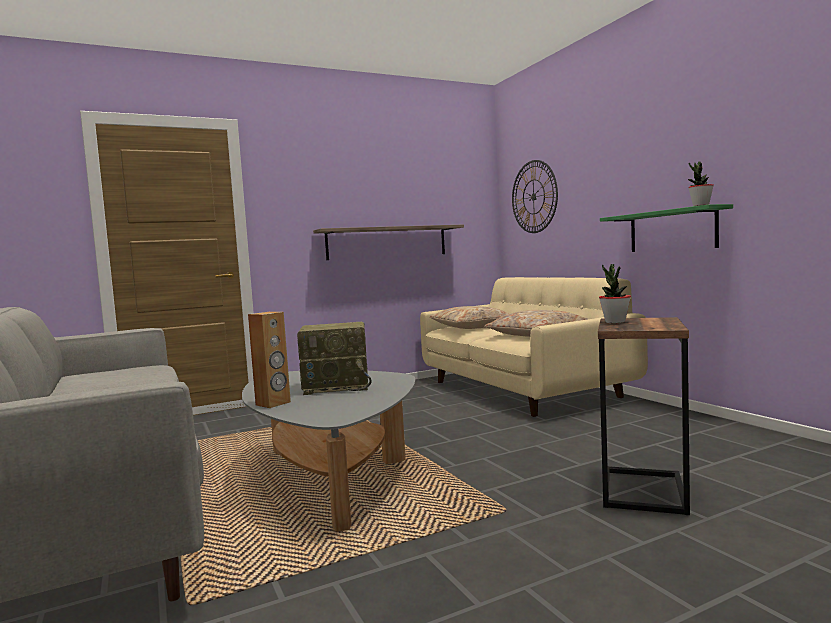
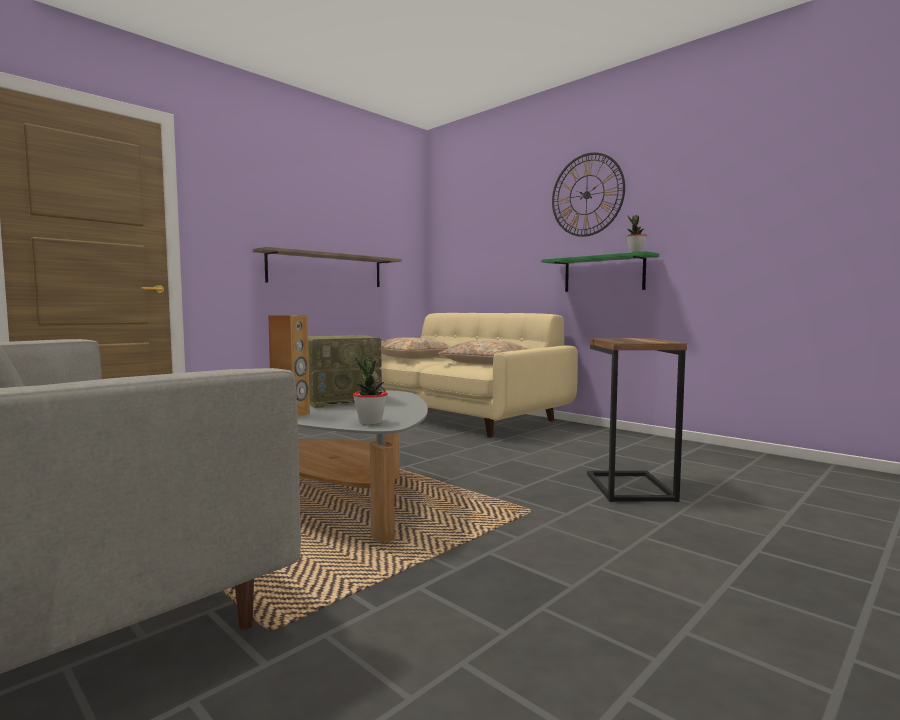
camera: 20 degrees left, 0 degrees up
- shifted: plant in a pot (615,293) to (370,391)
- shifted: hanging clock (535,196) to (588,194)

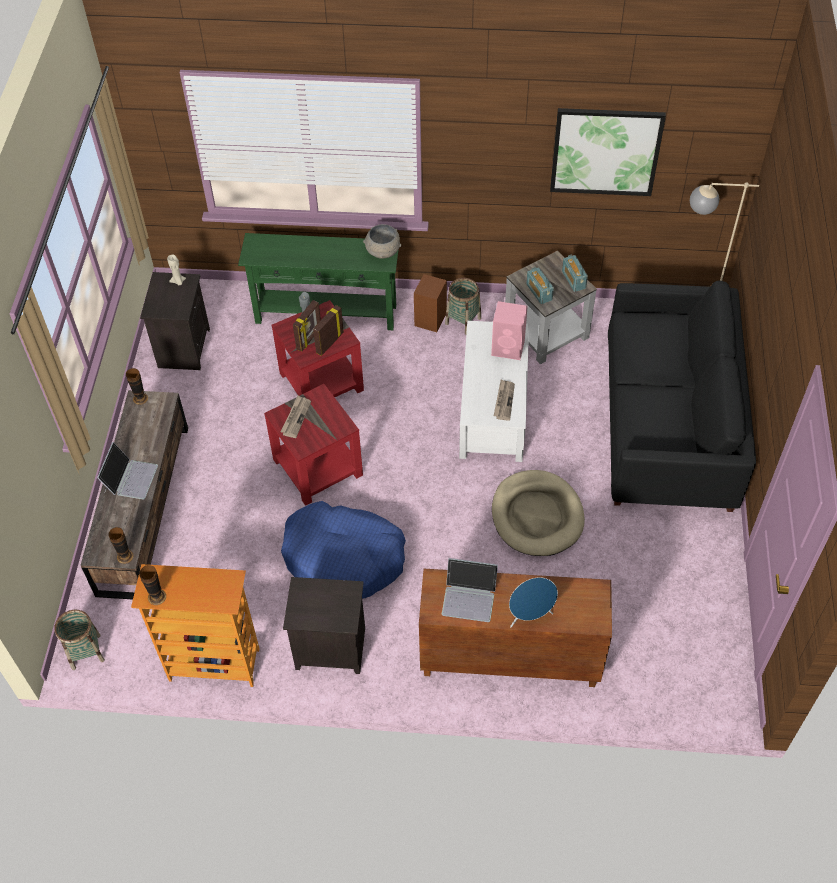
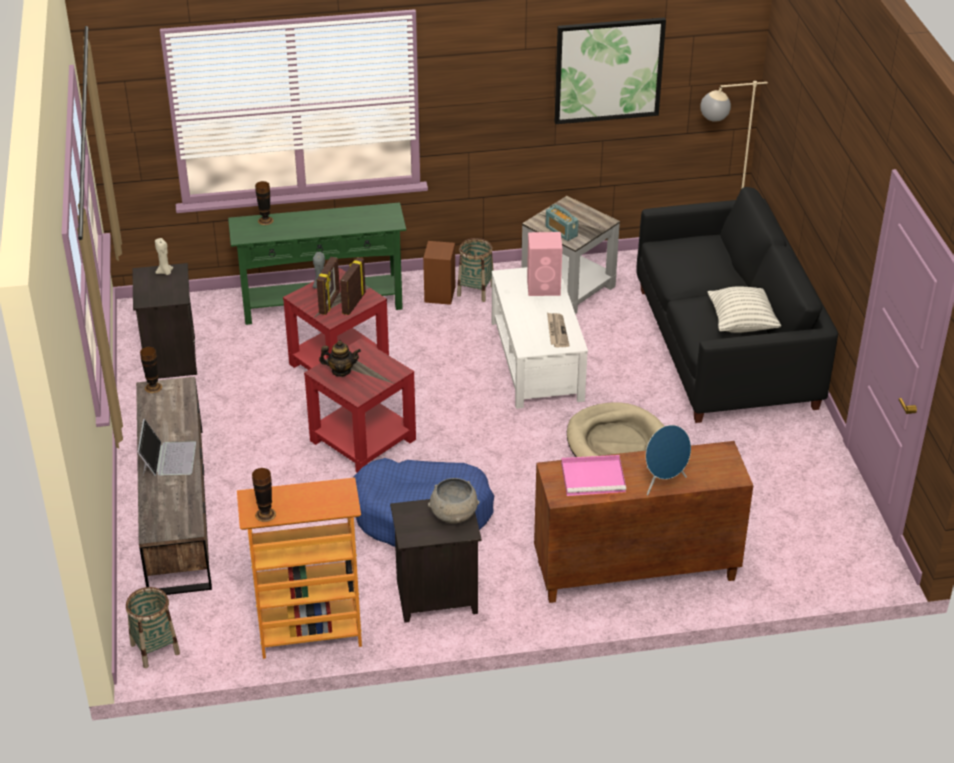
camera: 15 degrees left, 15 degrees down
- shifted: vase (121,545) to (264,203)
- swapped: daily paper (296,416) to teapot (340,359)
- shifted: serving bowl (greyish) (382,241) to (453,501)
- swapped: laptop (470,590) to serving tray (pinkish) (593,475)
- new: pillow (744,309)
- gone: radio receiver (575,273)

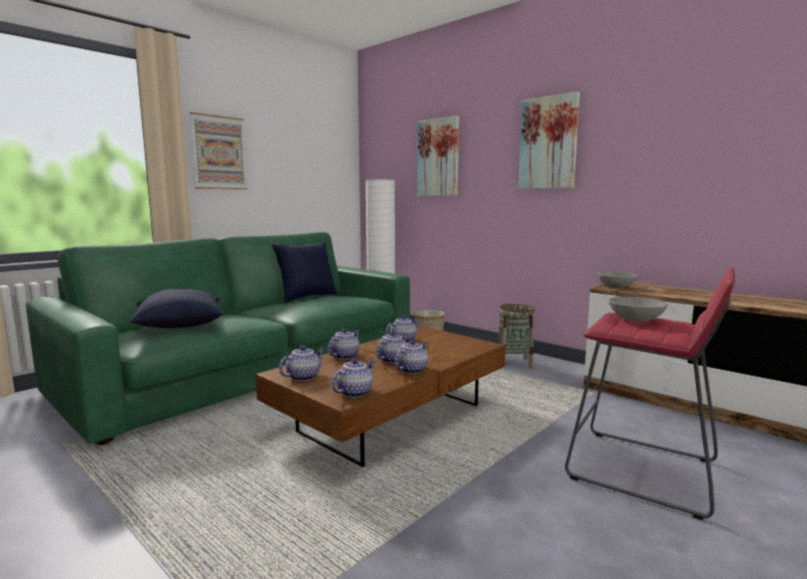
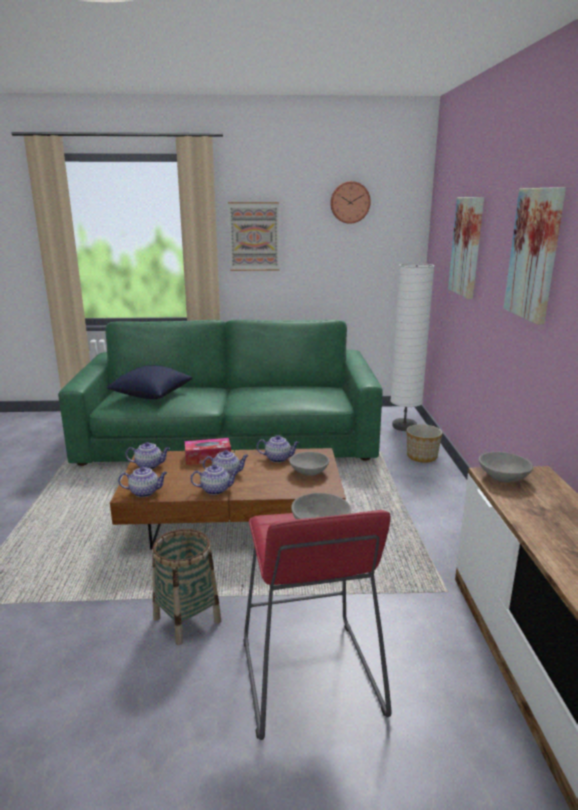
camera: 45 degrees right, 10 degrees up
- shifted: household basket (516,336) to (186,587)
- swapped: teapot (343,344) to tissue box (208,451)
- new: serving bowl (greyish) (309,464)
- new: hanging clock (350,202)
- gone: pillow (blue) (305,272)

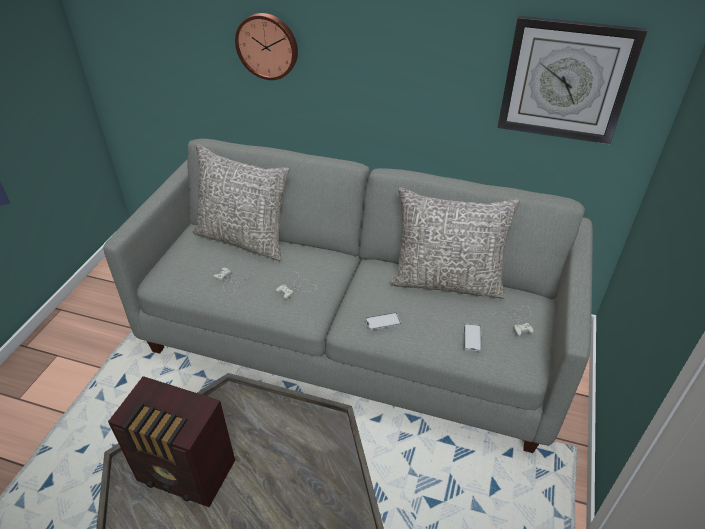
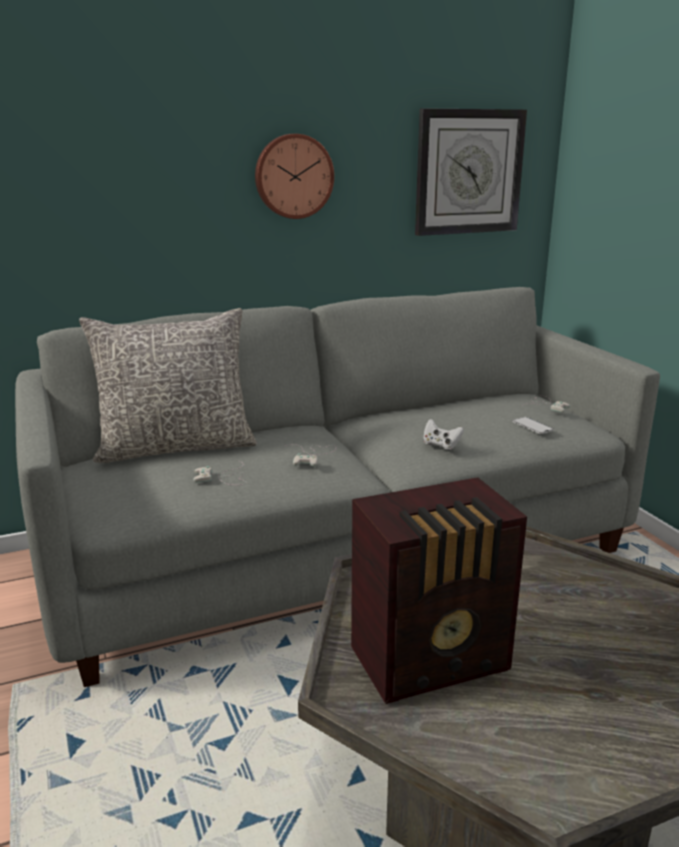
camera: 40 degrees left, 20 degrees down
- shifted: hanging clock (266,46) to (294,176)
- swapped: handset (383,321) to gamepad (white) (443,434)
- gone: pillow (greyish) (454,243)

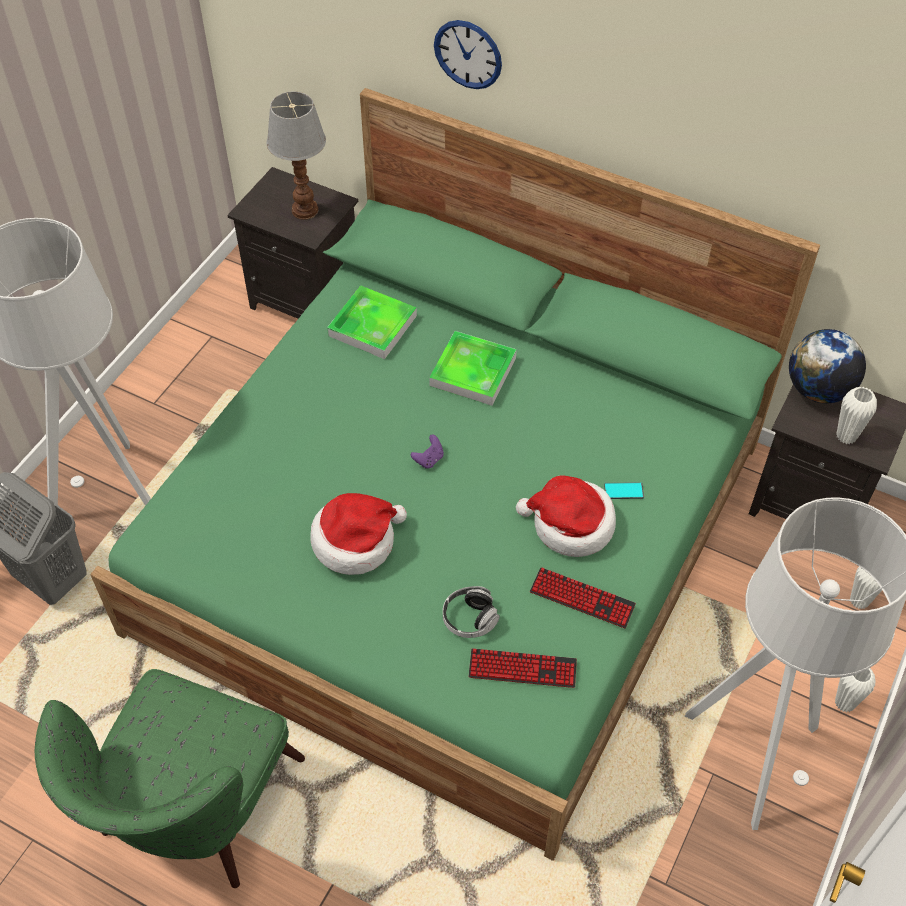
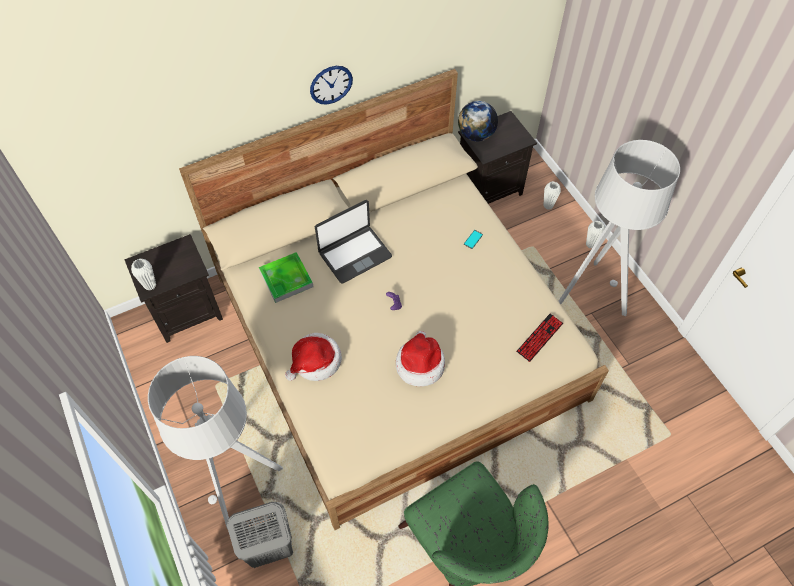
camera: 55 degrees left, 5 degrees up
- shifted: vase (white) (856,415) to (143,274)
- repainted: bed (green-coloured) (455,474) to bed (beige-coloured) (394,299)
- shifted: clothing hat (566,516) to (313,357)
- shifted: hanging clock (468,54) to (331,85)
- swapped: serving tray (473,368) to laptop (353,242)
- gone: table lamp (296,155)
- gone: headset (471,612)
- gone: computer keyboard (583,597)

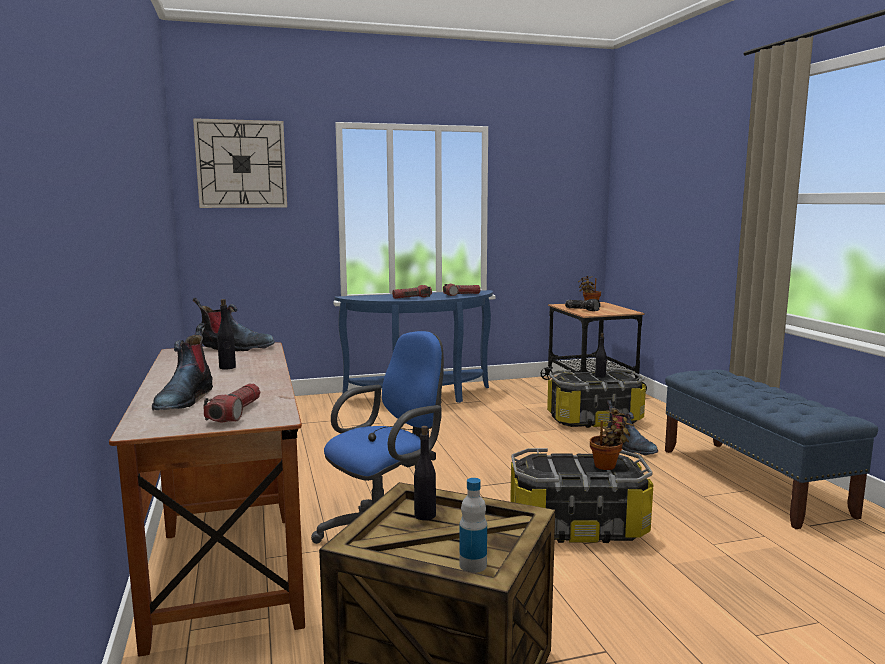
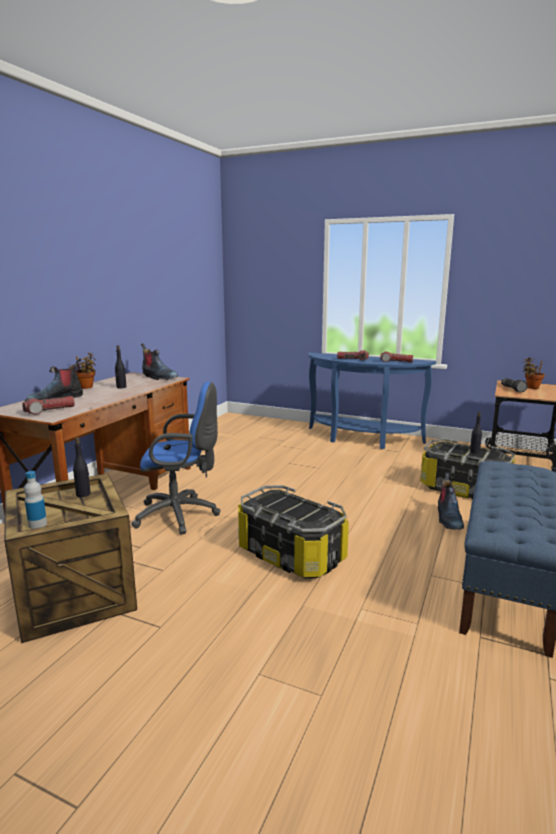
camera: 40 degrees right, 5 degrees up
- shifted: plant in a pot (611,440) to (86,371)
- gone: hanging clock (240,163)

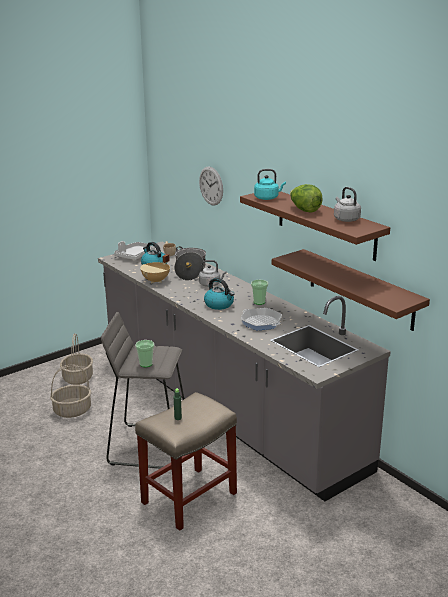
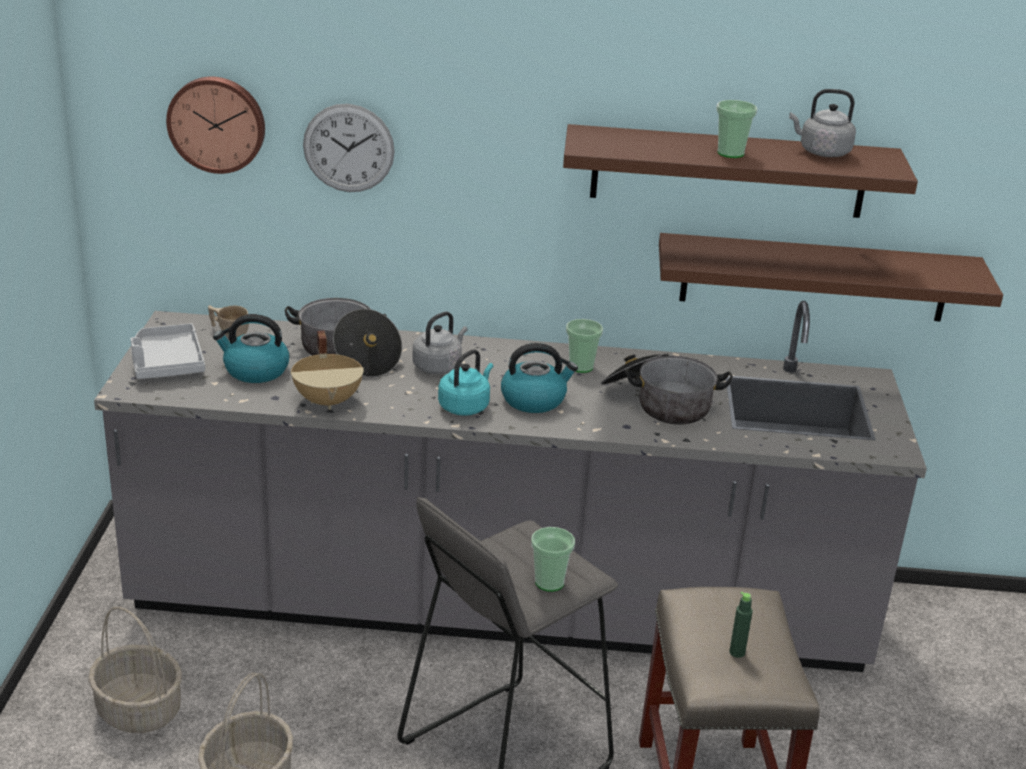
camera: 50 degrees left, 5 degrees up
- new: hanging clock (215,125)
- shifted: tea kettle (turquoise) (270,184) to (465,382)
- swapped: pan (261,319) to stockpot (667,389)
- swapped: head of lettuce (306,198) to drinking cup (737,129)

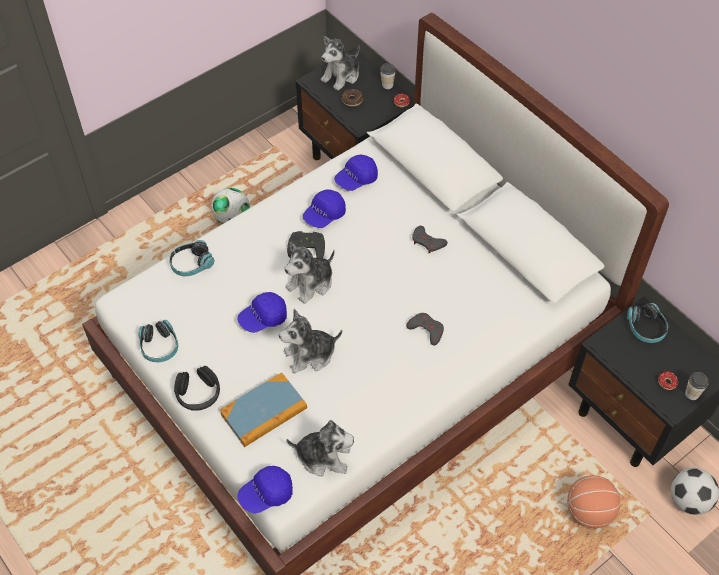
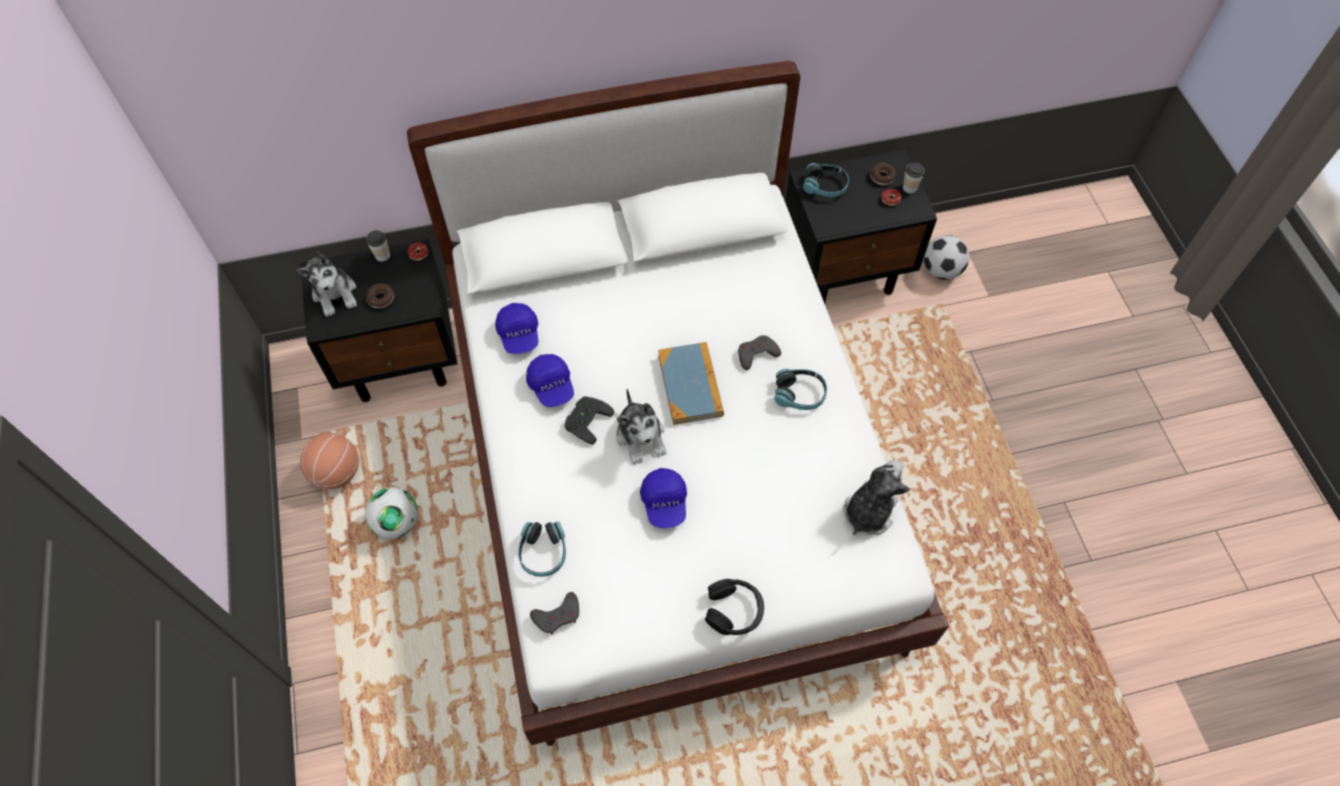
camera: 65 degrees left, 5 degrees up
- shifted: basketball ball (593,501) to (329,461)
- shifted: gamepad (greyish) (430,239) to (554,613)
- shifted: bound book (263,409) to (691,383)
- shifted: headset (158,341) to (800,389)
- new: donut (883,174)
- gone: cap (blue) (265,490)
- gone: plush toy (310,341)

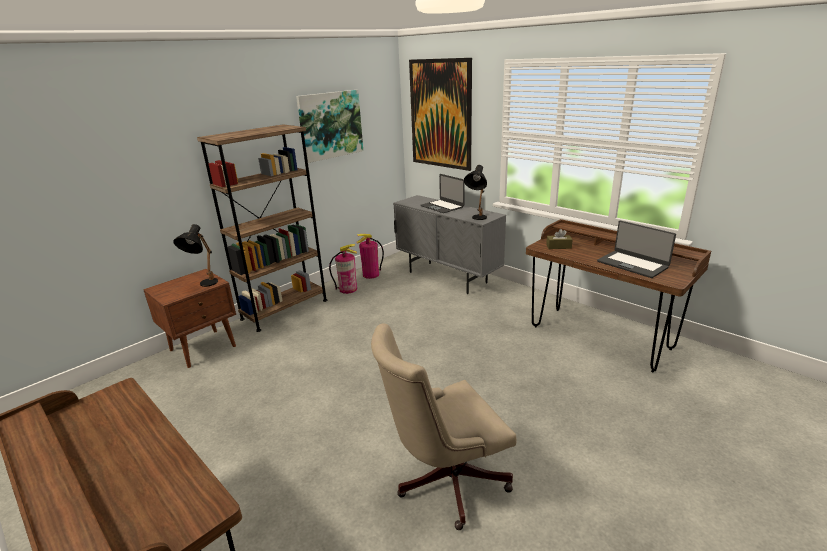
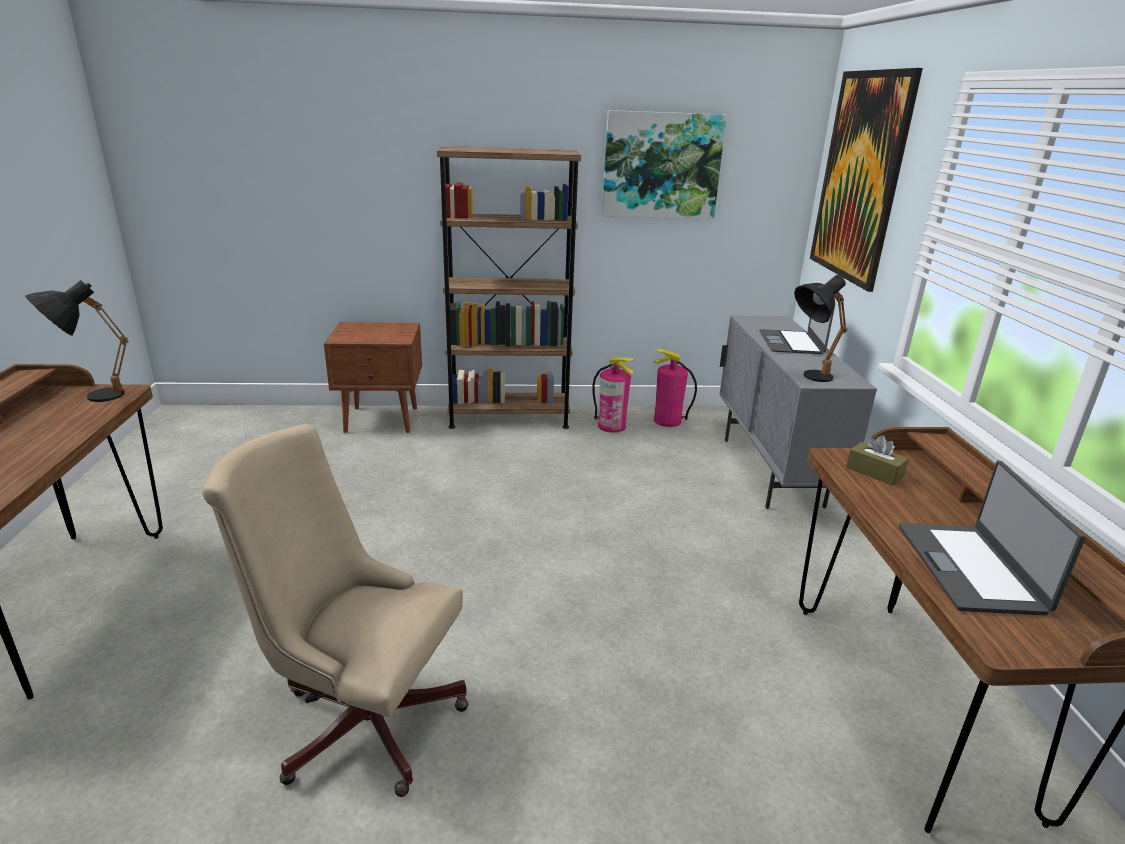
camera: 40 degrees right, 0 degrees up
- shifted: table lamp (blackish) (195,255) to (77,341)

